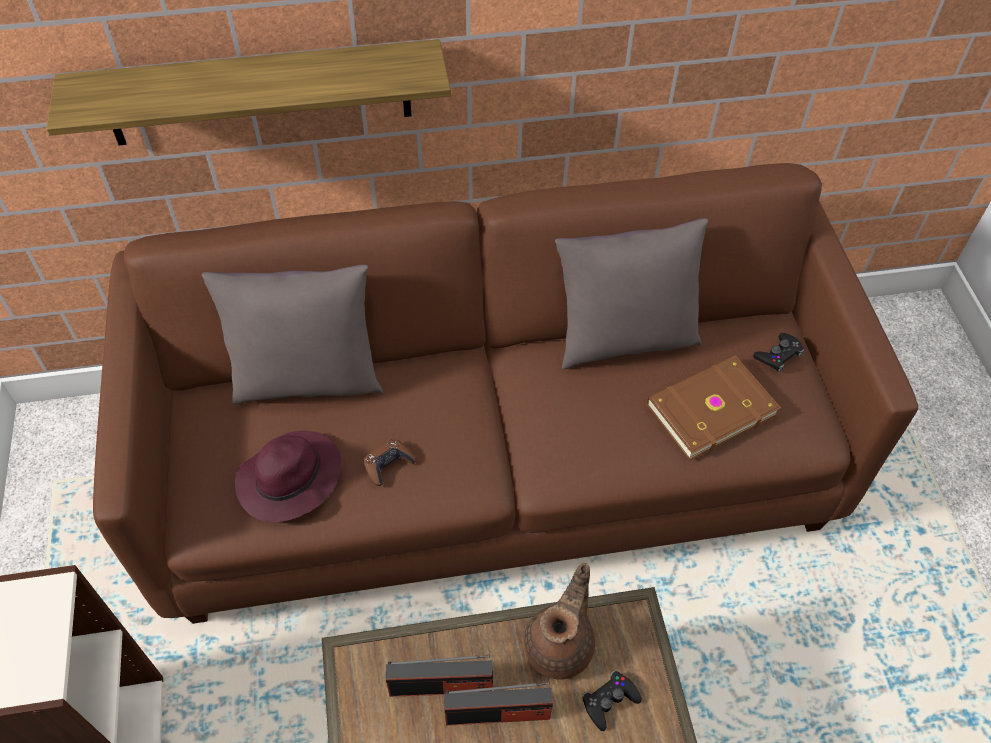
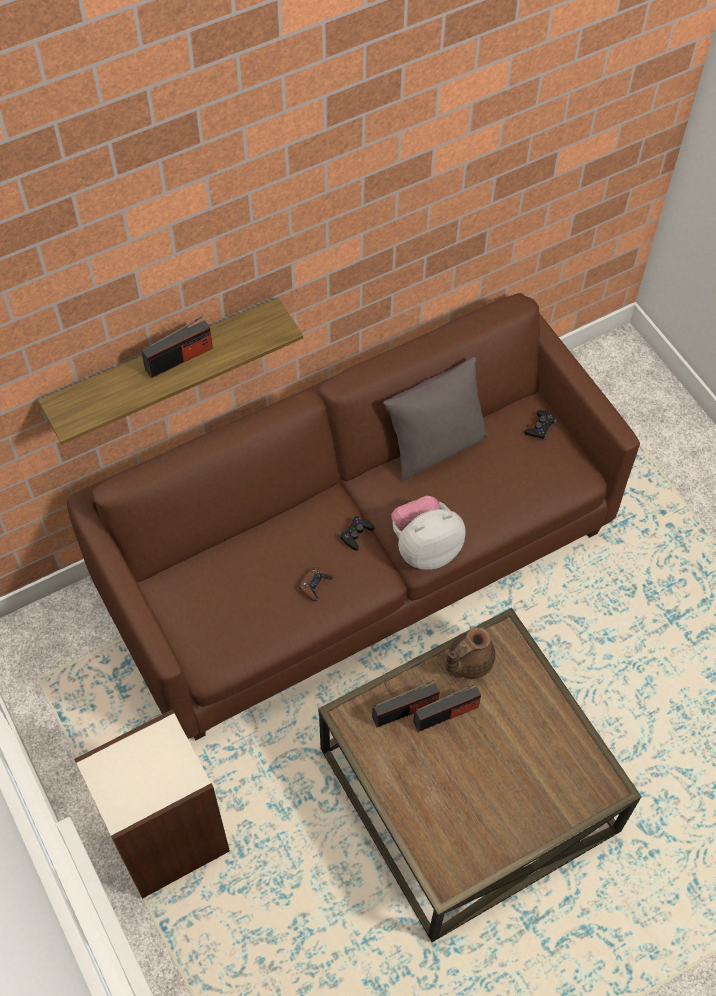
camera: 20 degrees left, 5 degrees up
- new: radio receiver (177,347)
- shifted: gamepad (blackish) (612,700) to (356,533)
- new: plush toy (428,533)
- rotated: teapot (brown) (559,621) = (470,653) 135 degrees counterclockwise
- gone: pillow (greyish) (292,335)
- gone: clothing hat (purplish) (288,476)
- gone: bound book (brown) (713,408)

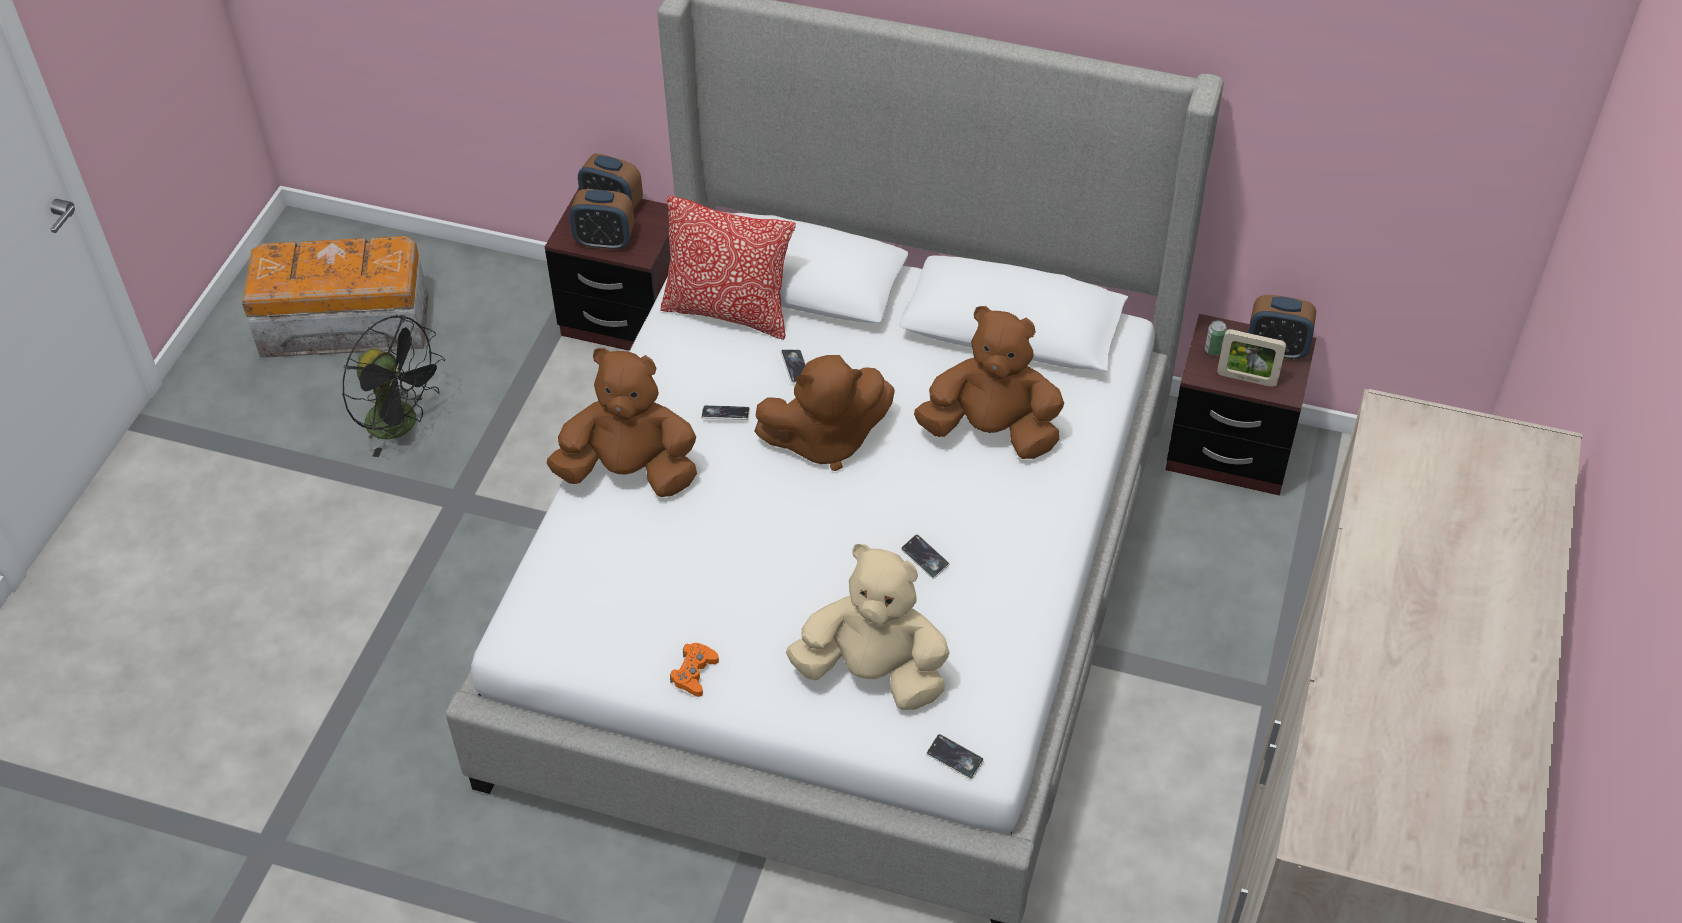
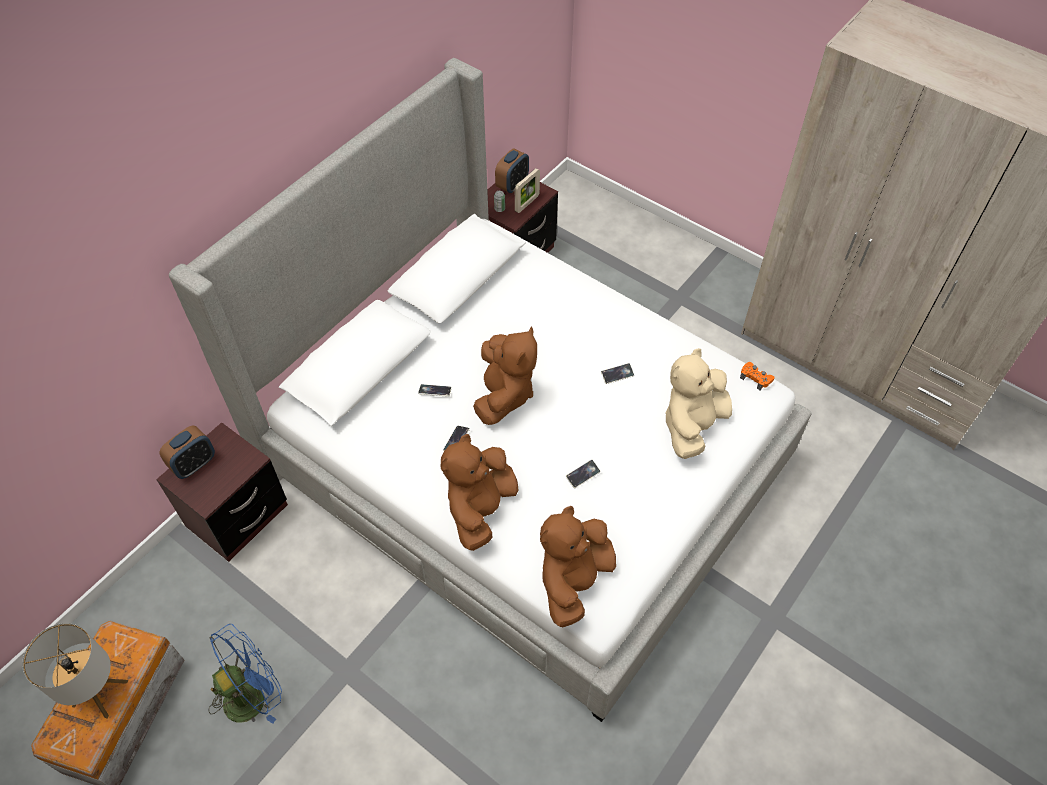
camera: 70 degrees left, 5 degrees up
- new: table lamp (75,671)
- repainted: fan (blackish) (394,386) to fan (blue) (245,674)
- shifted: plush toy (brown) (989,382) to (578,566)
- shifted: handset (955,756) to (583,473)
- shifted: gamepad (orange-coloured) (694,670) to (757,376)
- gone: alarm clock (601,219)
- gone: pillow (728,267)

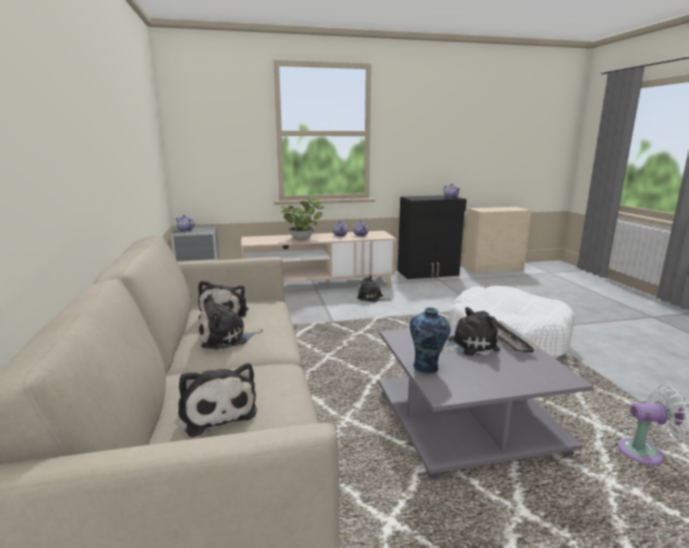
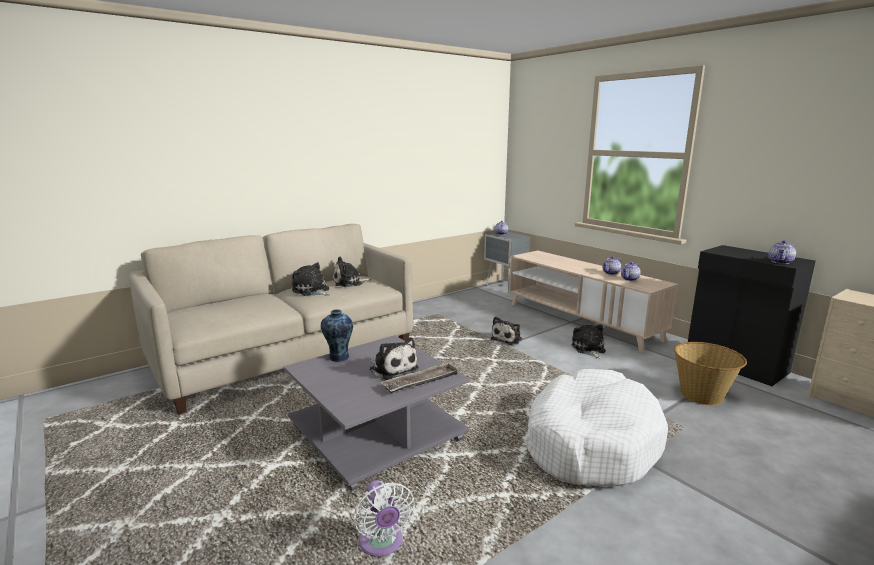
camera: 65 degrees right, 0 degrees up
- shifted: plush toy (217,400) to (506,331)
- new: household basket (710,373)
- gone: plant in a pot (302,218)

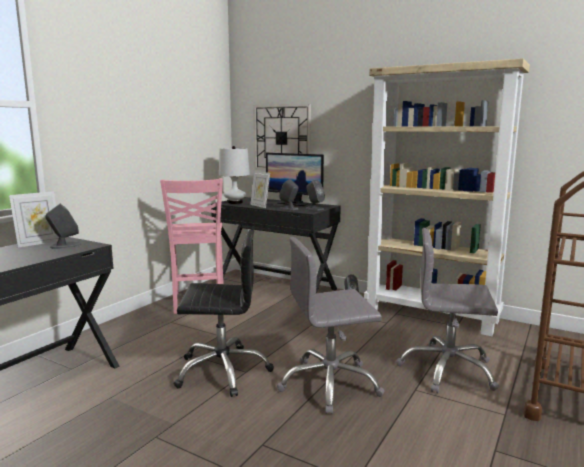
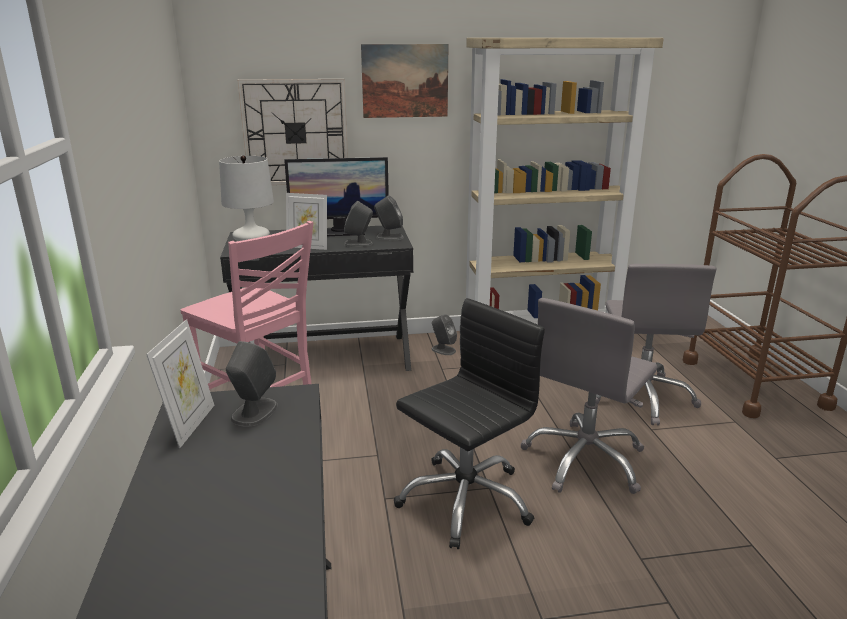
camera: 40 degrees left, 10 degrees up
- new: wall picture (405,81)
- rotated: computer chair (greyish) (447,310) = (656,345) 60 degrees counterclockwise

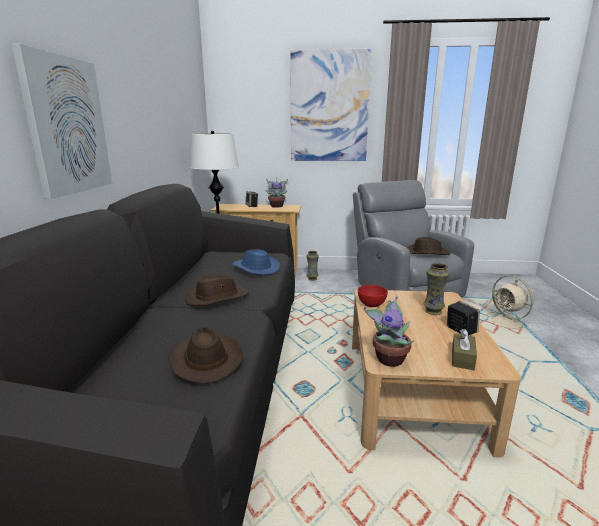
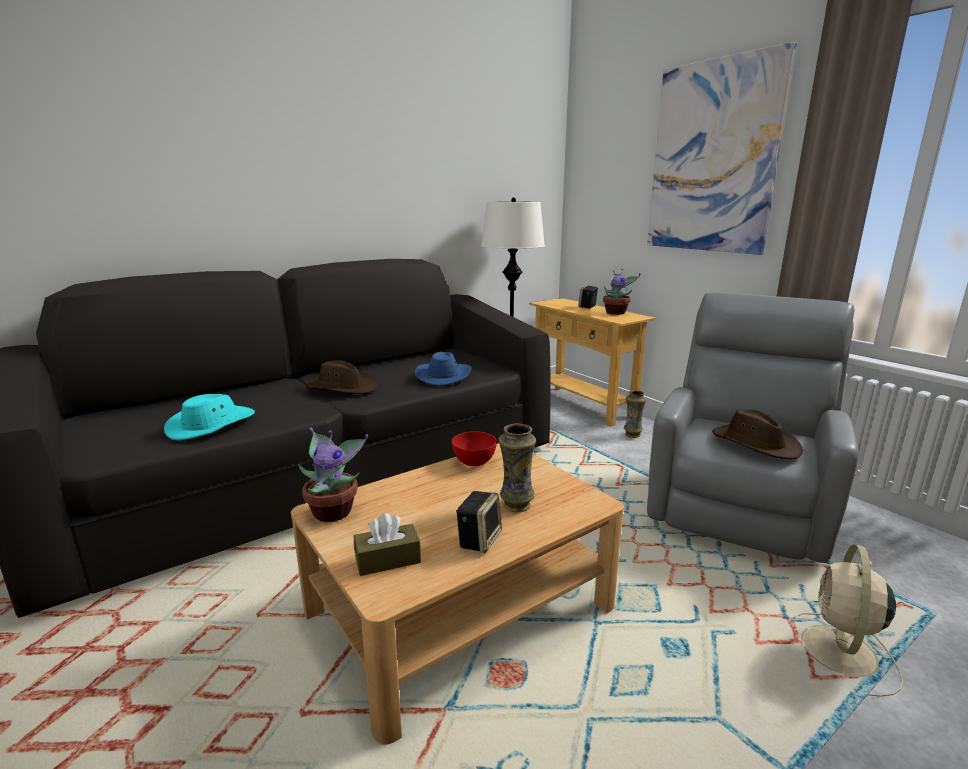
camera: 50 degrees right, 0 degrees up
- repainted: clothing hat (brown) (205,355) to clothing hat (turquoise) (209,417)
- gone: wall picture (61,121)

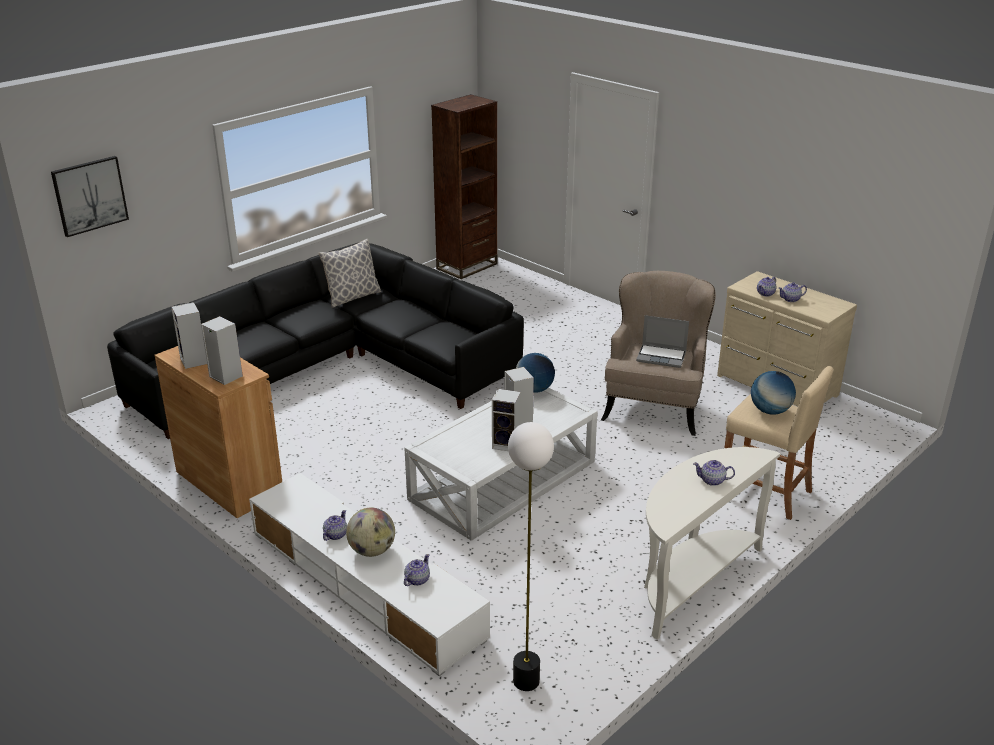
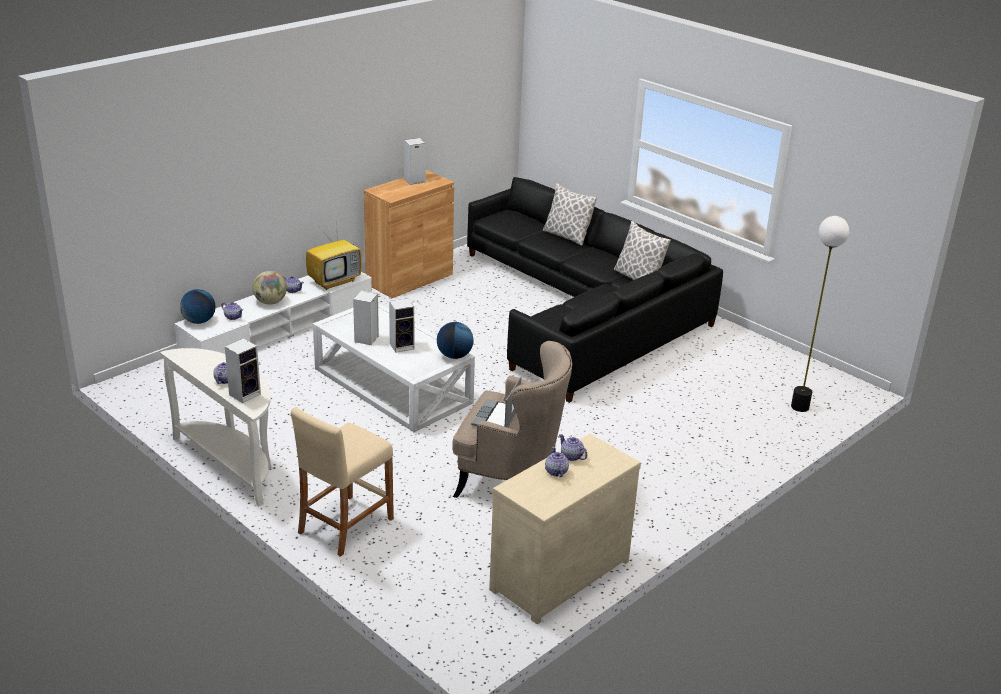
camera: 90 degrees right, 0 degrees up
- shifted: globe (773,393) to (197,306)
- shifted: loudspeaker (222,350) to (243,370)
- new: TV (334,254)
- new: pillow (570,214)
- shifted: standard lamp (531,556) to (820,314)
- gone: wall picture (90,196)
- gone: shelving unit (brown) (464,186)

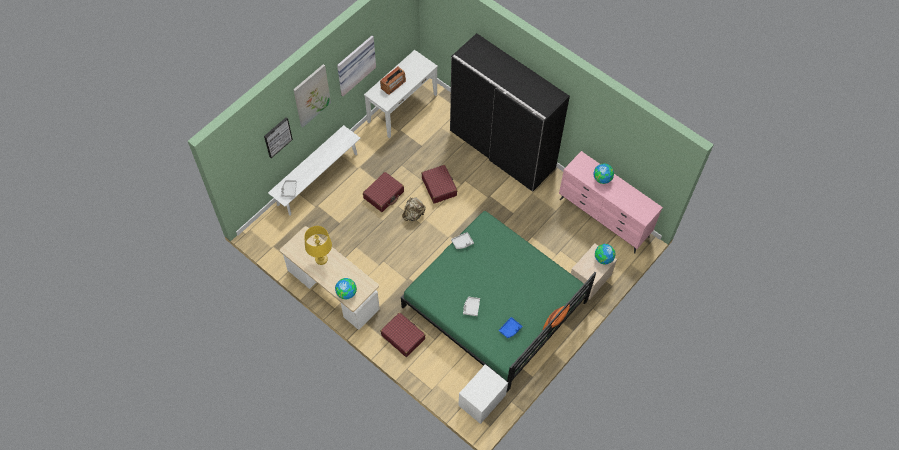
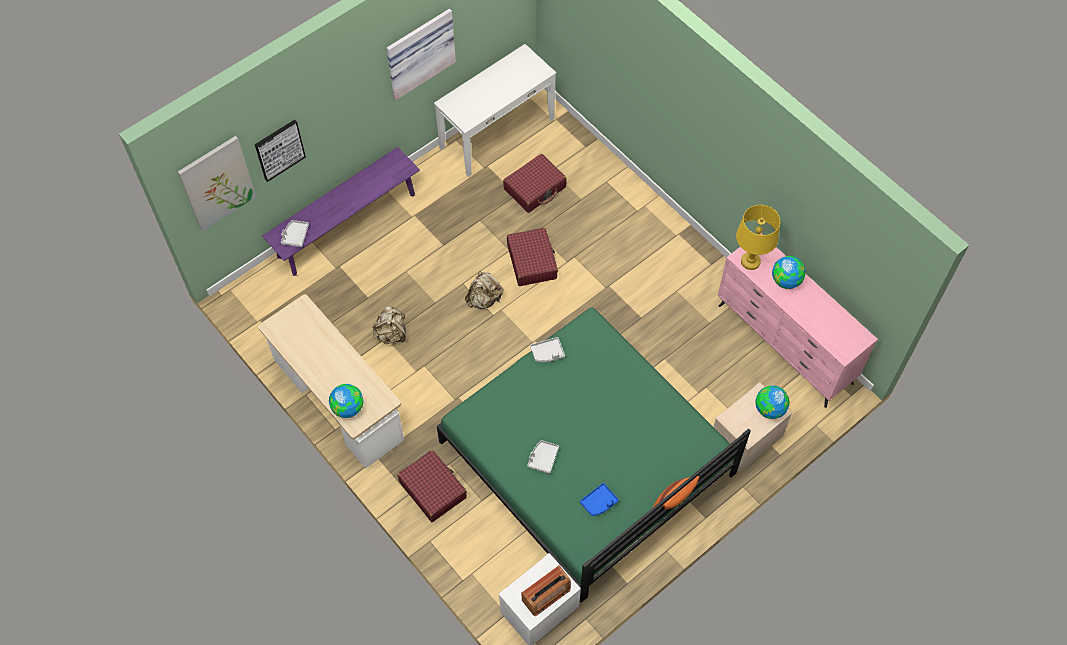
camera: 10 degrees right, 0 degrees up
- shifted: wall picture (312,95) to (217,183)
- repainted: bench (white) (314,170) to bench (purplish) (341,211)
- new: knapsack (beige-coloured) (389,325)
- shifted: piece of luggage (red) (383,192) to (535,183)
- shifted: radio receiver (393,81) to (546,590)
- shifted: table lamp (yellow-coloured) (318,245) to (758,237)
- gone: clothes cupboard (blackish) (510,112)

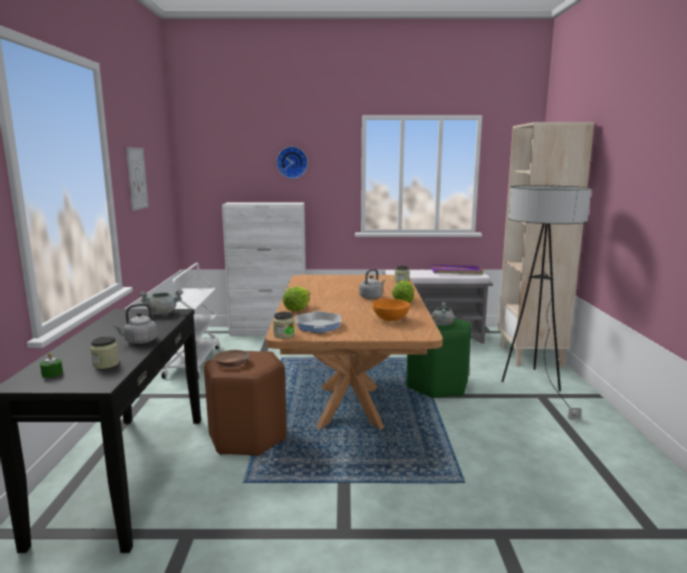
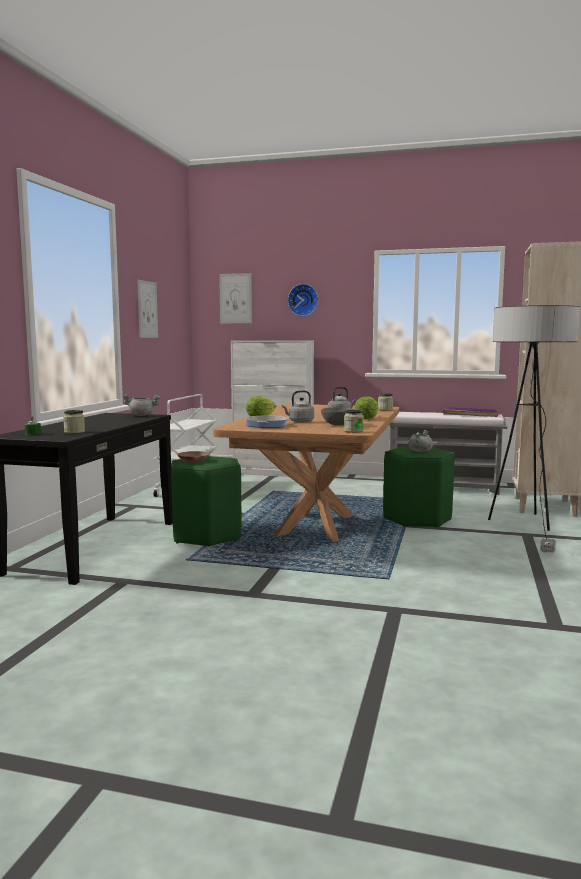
camera: 15 degrees right, 5 degrees down
- repainted: sitting stool (brown) (245,403) to sitting stool (green-coloured) (206,501)
- new: wall picture (235,298)
- shifted: tea kettle (greyish) (135,323) to (298,406)
- repainted: serving bowl (orange-coloured) (391,310) to serving bowl (greyish) (339,416)
- shifted: preserve jar (283,325) to (354,421)

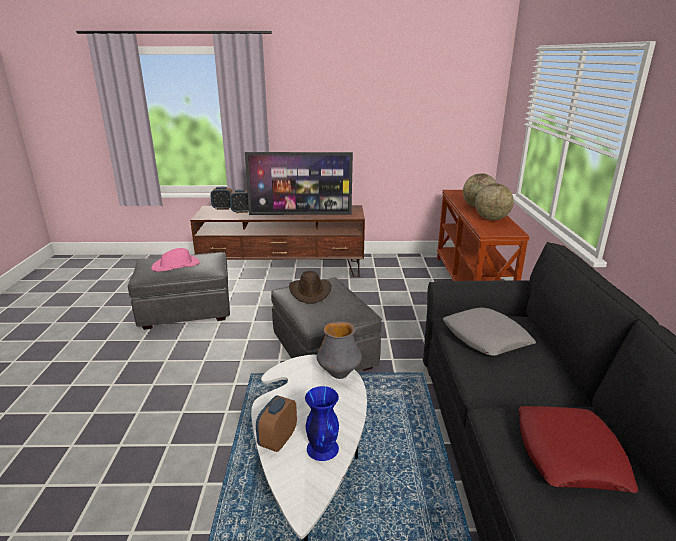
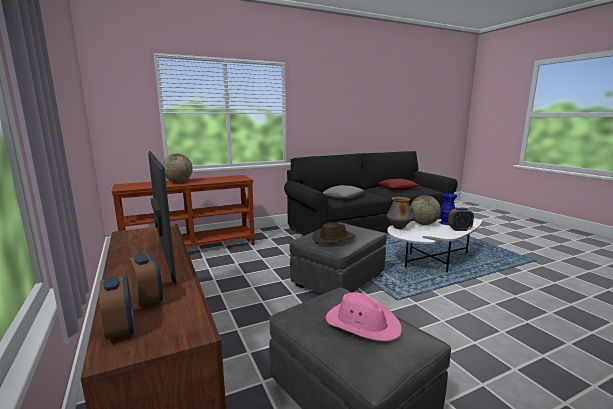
camera: 115 degrees left, 10 degrees down
- shifted: globe (494,202) to (425,210)

